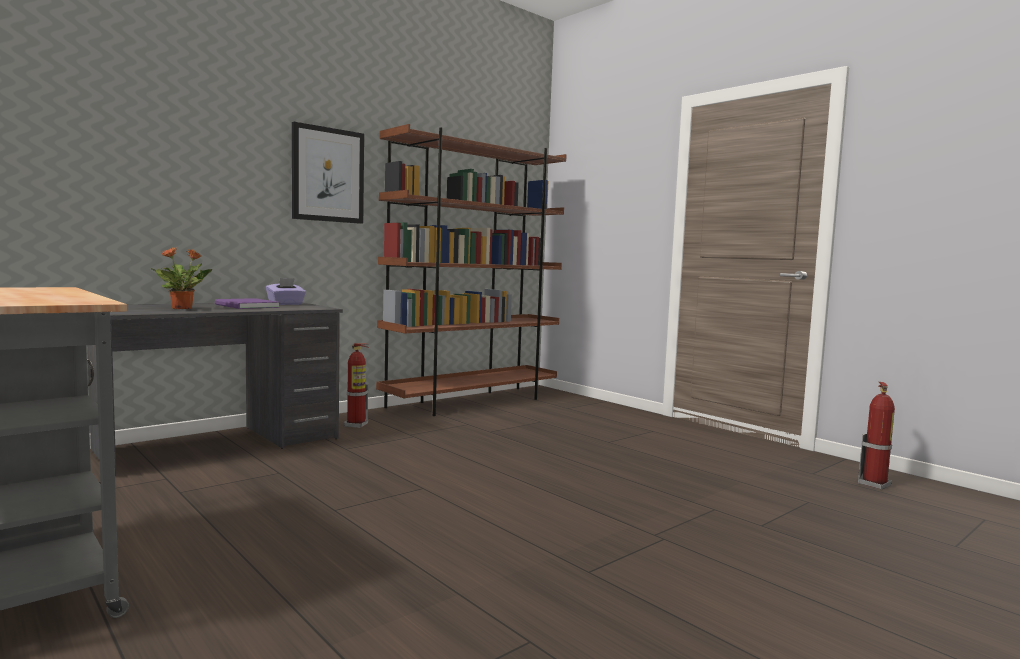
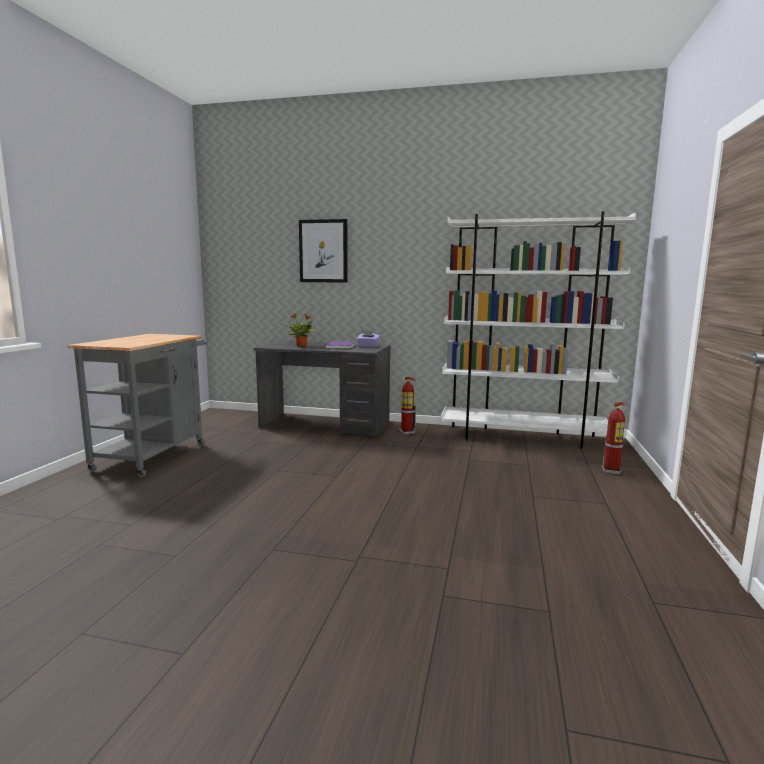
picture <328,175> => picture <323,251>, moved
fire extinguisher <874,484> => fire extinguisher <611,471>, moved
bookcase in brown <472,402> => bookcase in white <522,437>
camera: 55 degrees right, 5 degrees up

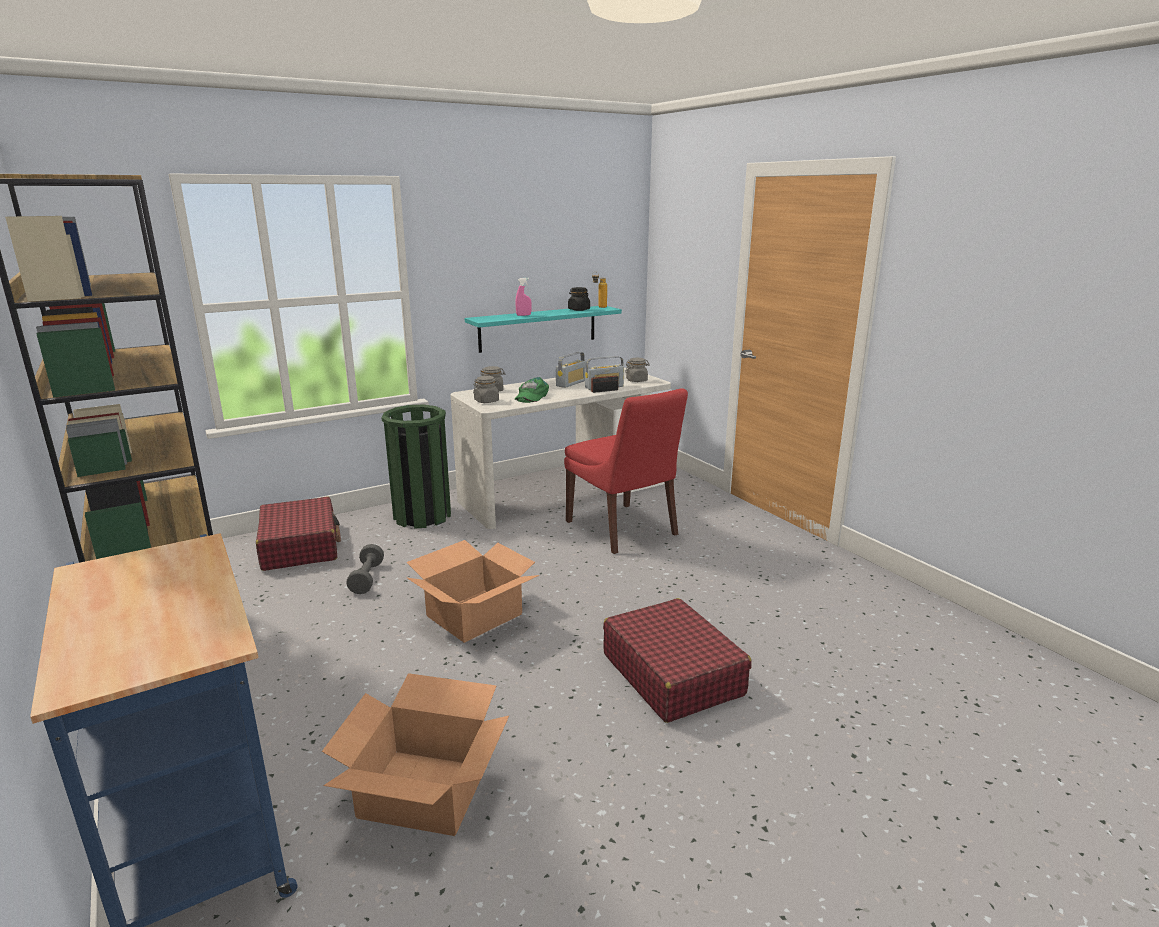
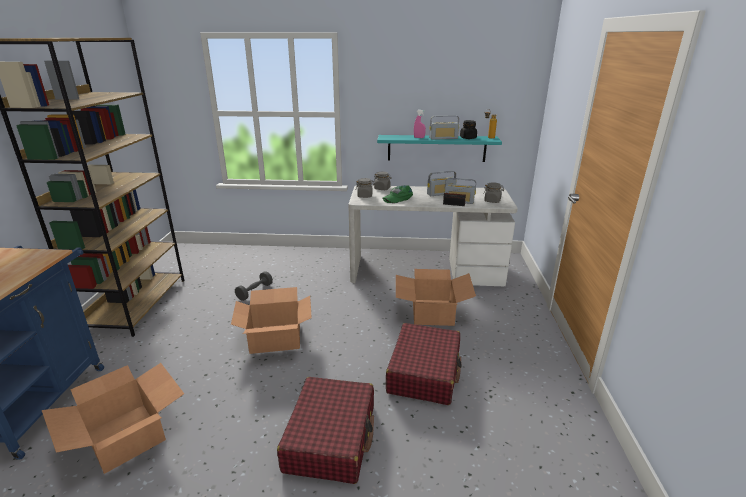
trash can in green <422,516> => nothing
nothing => radio <443,138>
suitcase in red <300,546> => suitcase in red <424,372>, moved
chair in red <623,529> => cardboard box <432,312>
camera: 35 degrees right, 5 degrees up

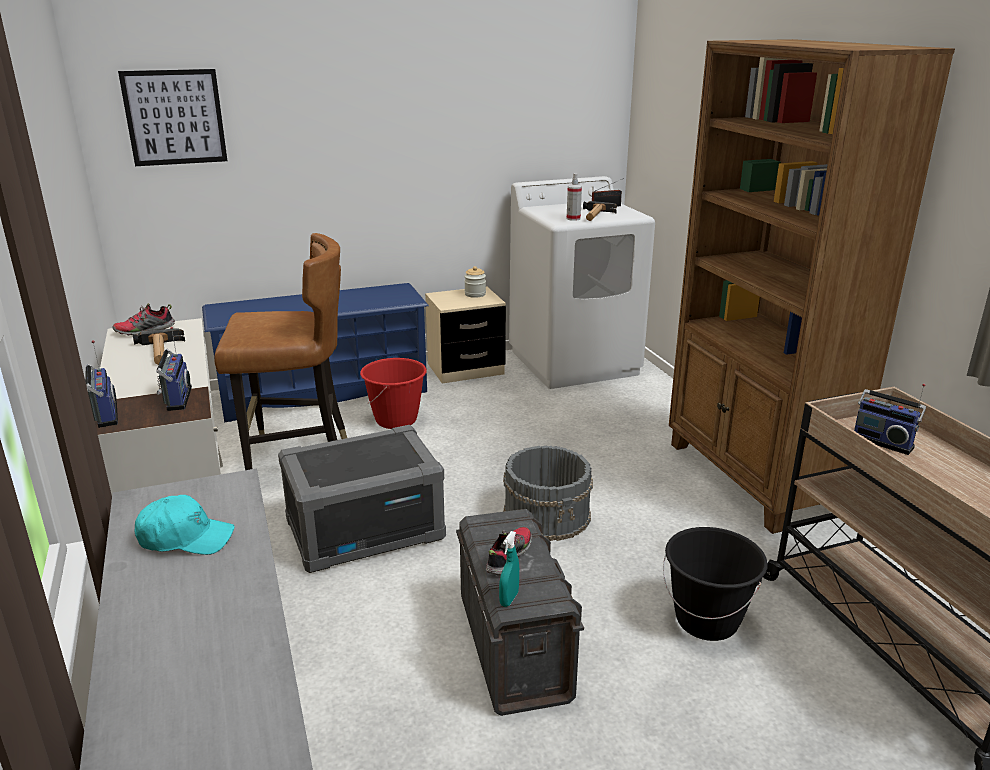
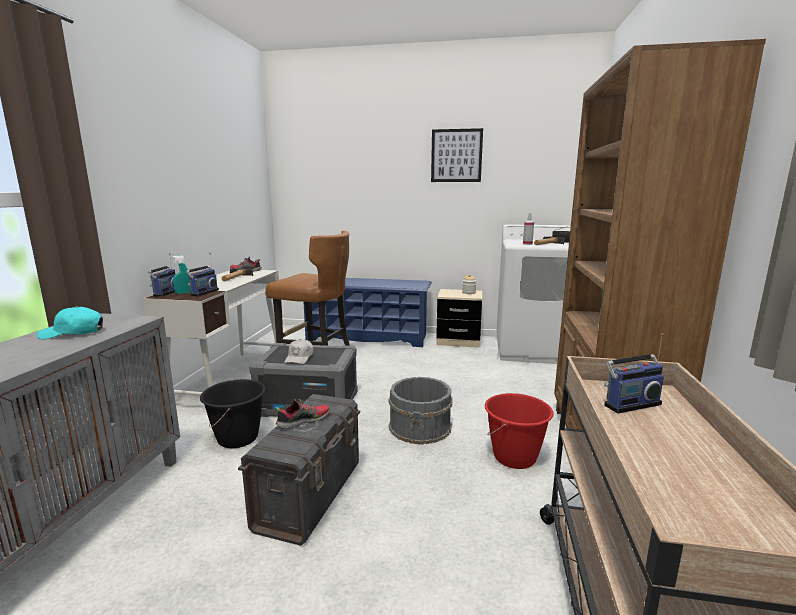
nothing => cap in white <299,358>
picture <174,117> => picture <456,155>, moved
bucket in red <396,420> => bucket in red <515,457>, moved
spray bottle in turquoise <509,599> => spray bottle in turquoise <183,293>, moved
bucket in black <707,621> => bucket in black <238,438>, moved
cap in turquoise <185,538> => cap in turquoise <73,333>, 135 degrees clockwise
radio <883,441> => radio <629,403>, 90 degrees counterclockwise
camera: 30 degrees right, 10 degrees down

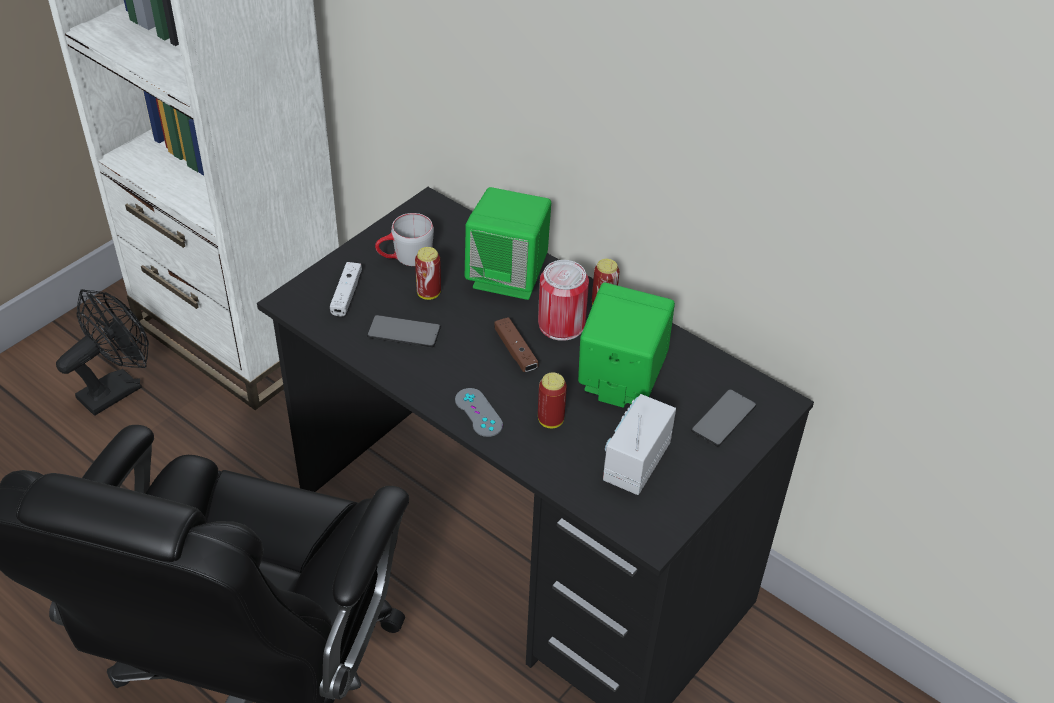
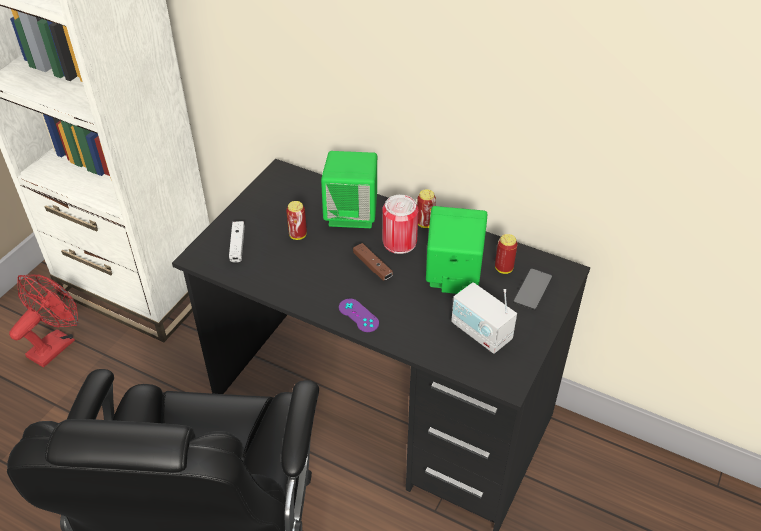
phone <404,332> => nothing
mug in grey <405,257> => nothing
can <550,420> => can <503,268>, moved
fan in black <118,388> => fan in red <56,344>
game controller in grey <478,412> => game controller in purple <358,315>
radio <635,463> => radio <481,332>, 60 degrees counterclockwise
camera: 10 degrees left, 0 degrees up

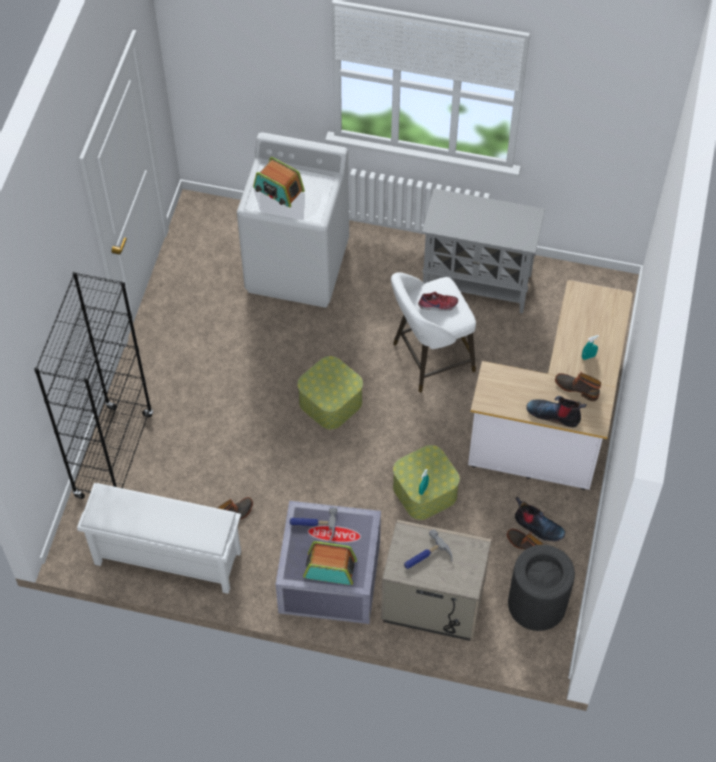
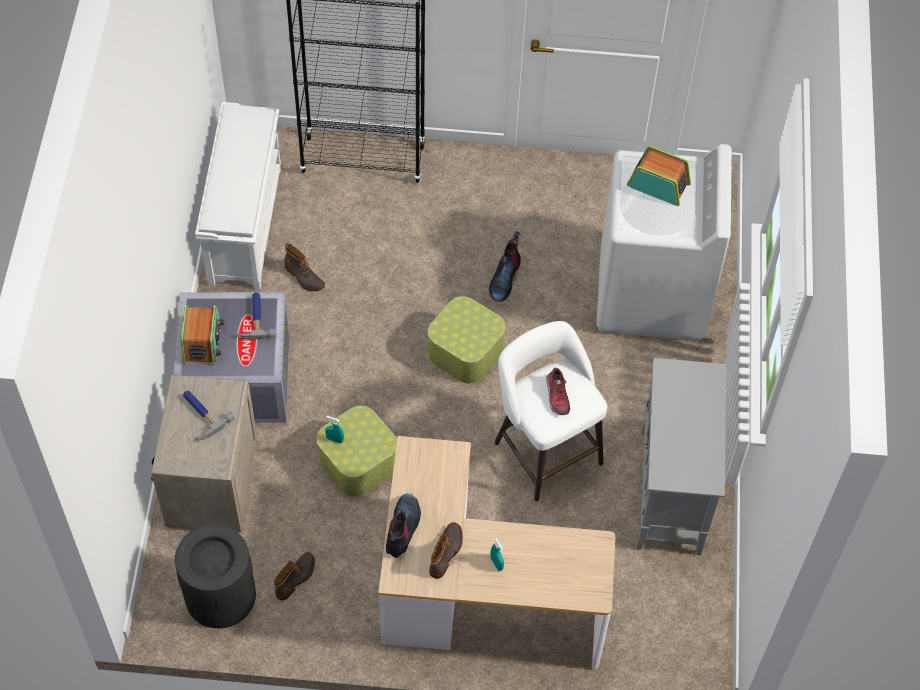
boot <537,527> => boot <504,278>, moved
radio <278,190> => radio <658,184>, 90 degrees clockwise
camera: 80 degrees right, 0 degrees up

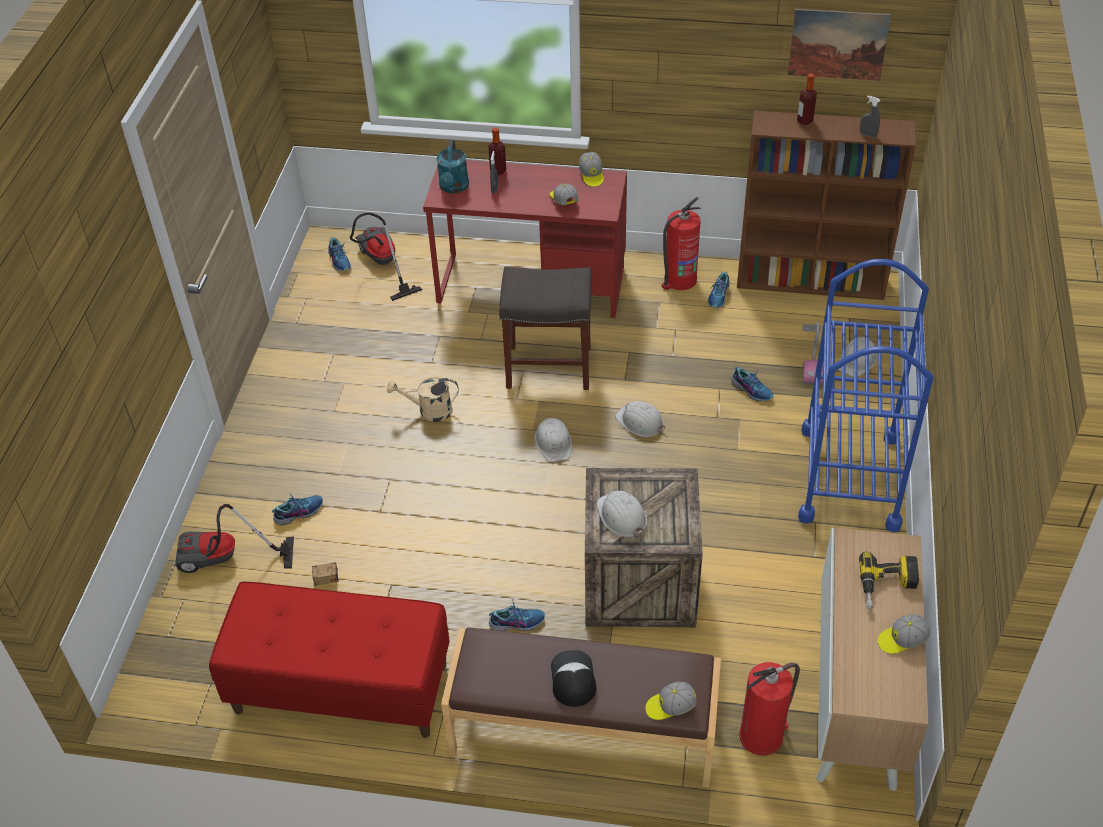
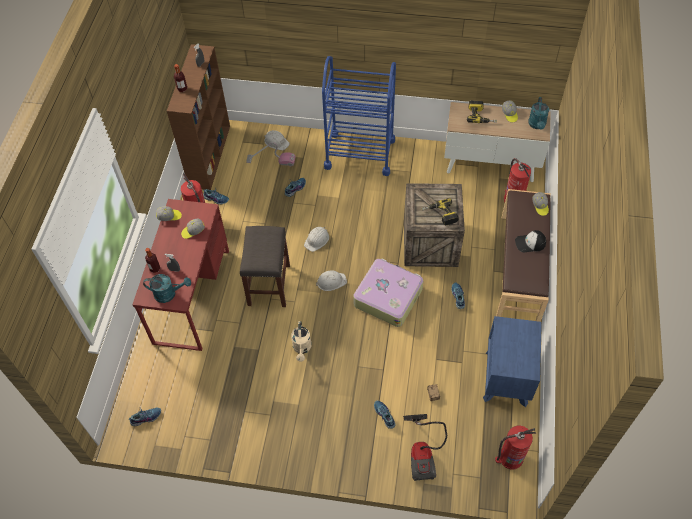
vacuum cleaner <381,264> => nothing
picture <838,44> => nothing
nothing => suitcase <388,296>
nothing => fire extinguisher <510,457>
nothing => watering can in turquoise <537,125>
bench in red <341,688> => nightstand in blue <506,378>
hard hat in white <621,516> => power drill <440,215>
camera: 90 degrees left, 10 degrees up

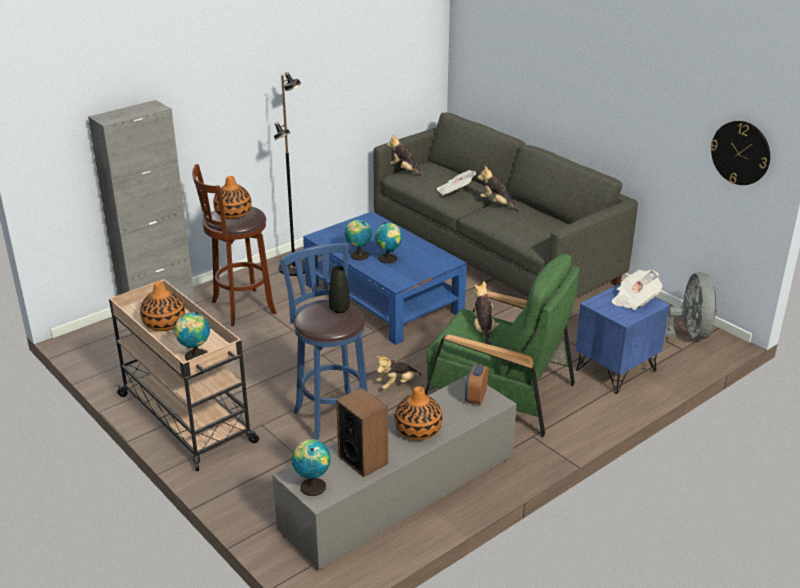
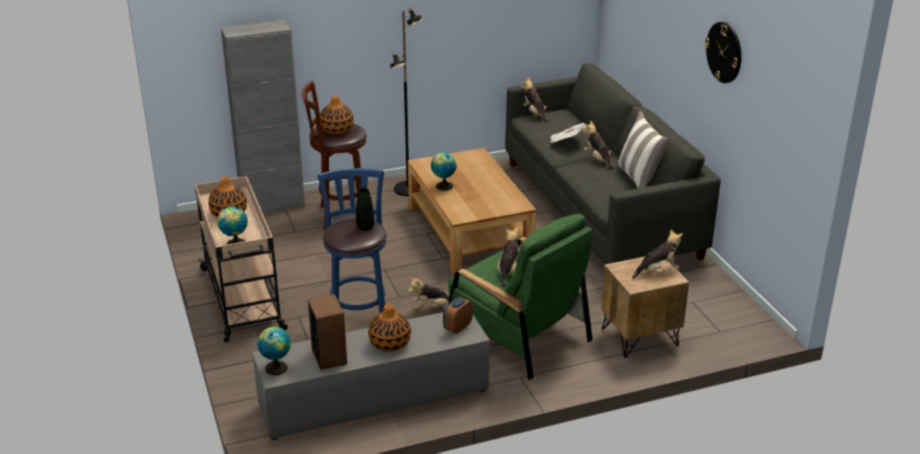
globe <389,259> => nothing
fan in grey <686,335> => nothing
nothing => pillow <638,179>
wall clock <740,152> => wall clock <724,52>, moved
newspaper <634,300> => plush toy <657,272>
coffee table in blue <383,299> => coffee table in brown <469,231>
nightstand in blue <616,371> => nightstand in brown <640,338>
camera: 20 degrees right, 0 degrees up

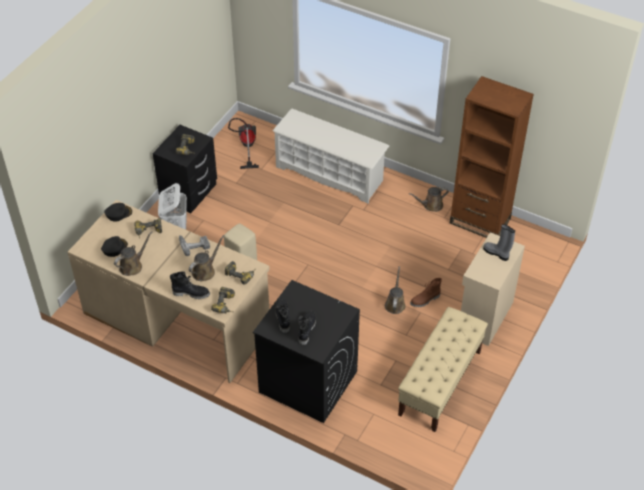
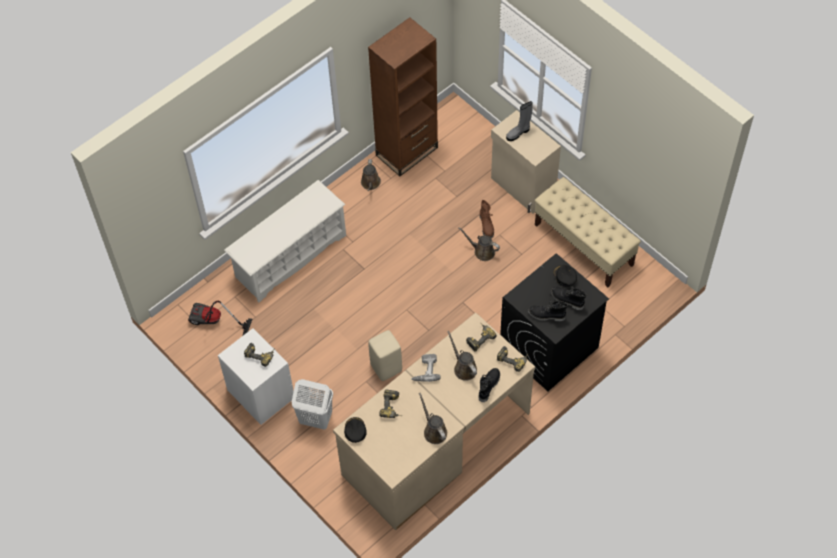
cap in black <114,248> => cap in black <564,276>, moved
nightstand in black <189,192> => nightstand in white <261,393>
camera: 70 degrees left, 10 degrees up

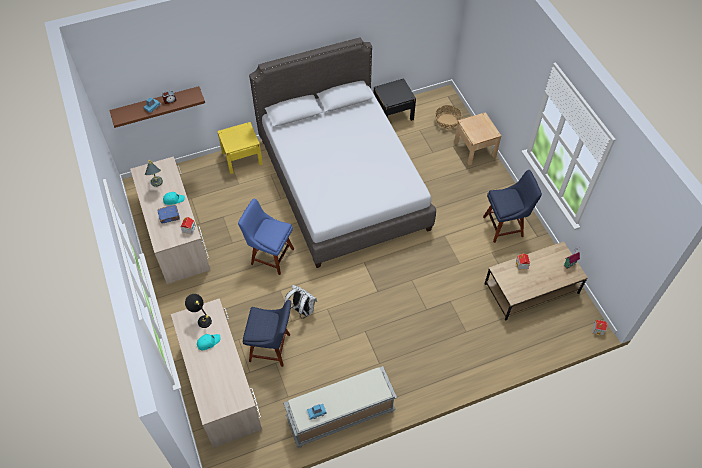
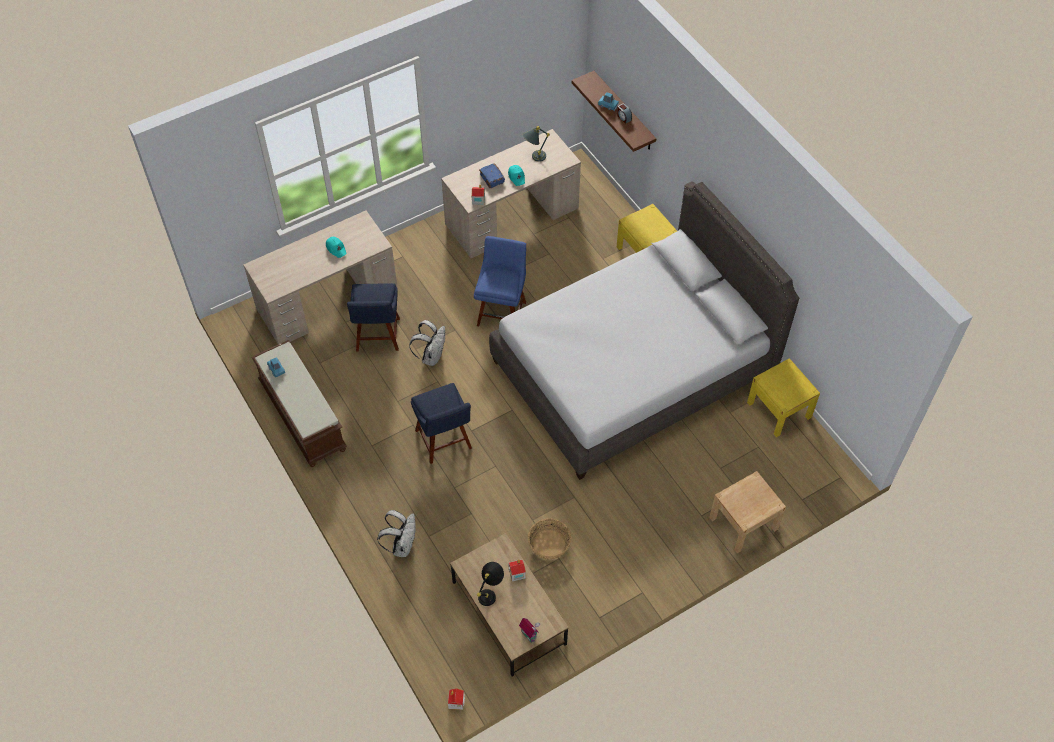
nothing => backpack in white <402,545>
table lamp in black <201,318> => table lamp in black <491,592>, moved
basket <447,121> => basket <549,545>, moved
chair in blue <505,226> => chair in blue <444,441>, moved
bench in grey <340,415> => bench in brown <301,416>
nightstand in black <393,114> => nightstand in yellow <779,410>
camera: 80 degrees right, 0 degrees up

